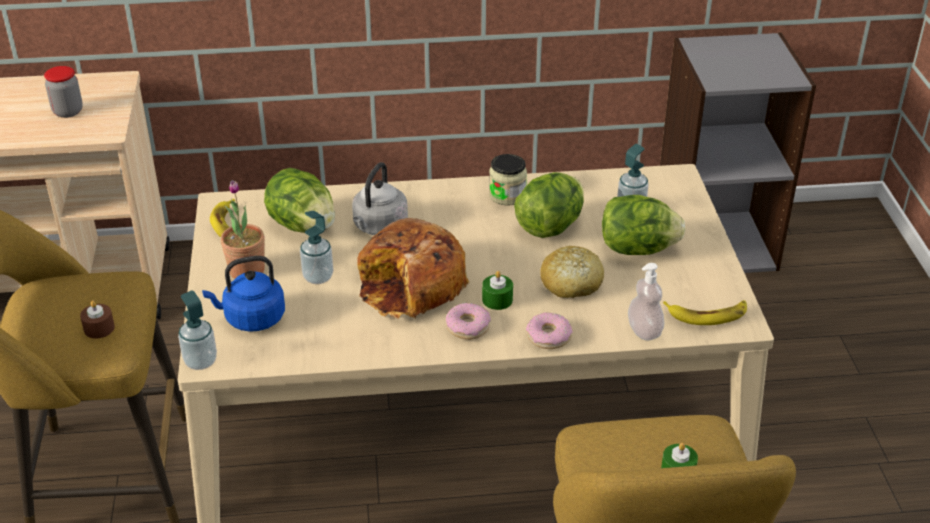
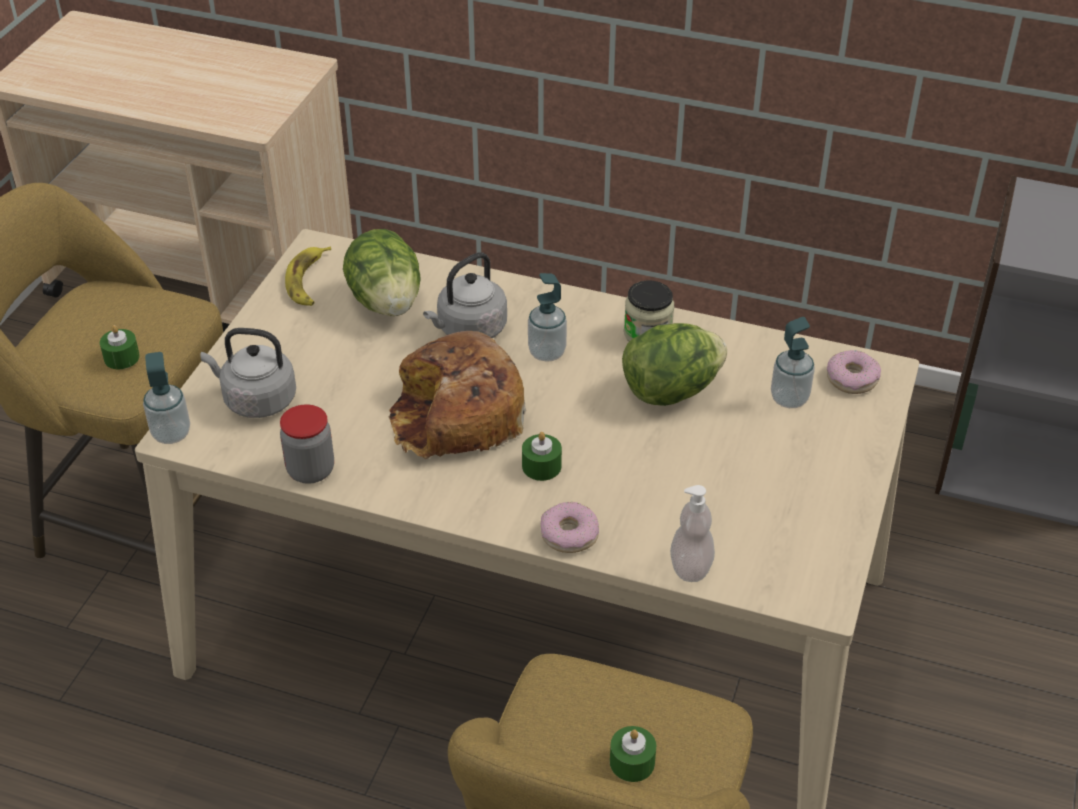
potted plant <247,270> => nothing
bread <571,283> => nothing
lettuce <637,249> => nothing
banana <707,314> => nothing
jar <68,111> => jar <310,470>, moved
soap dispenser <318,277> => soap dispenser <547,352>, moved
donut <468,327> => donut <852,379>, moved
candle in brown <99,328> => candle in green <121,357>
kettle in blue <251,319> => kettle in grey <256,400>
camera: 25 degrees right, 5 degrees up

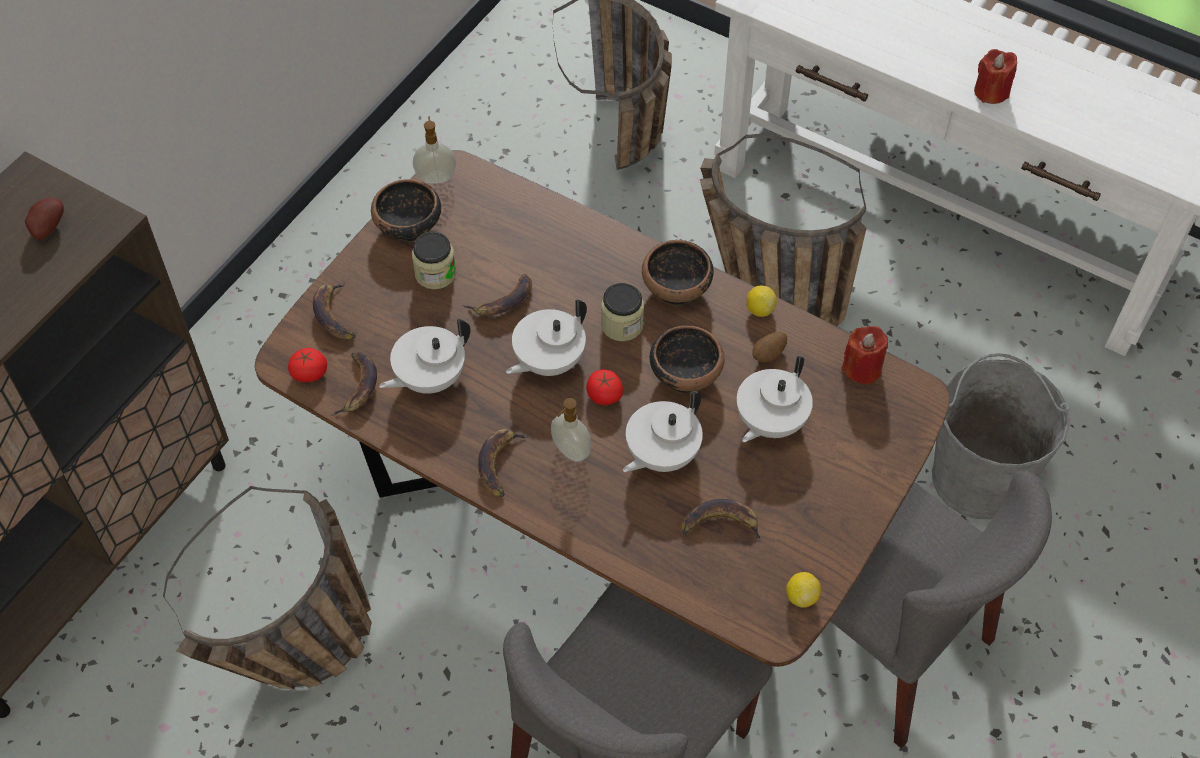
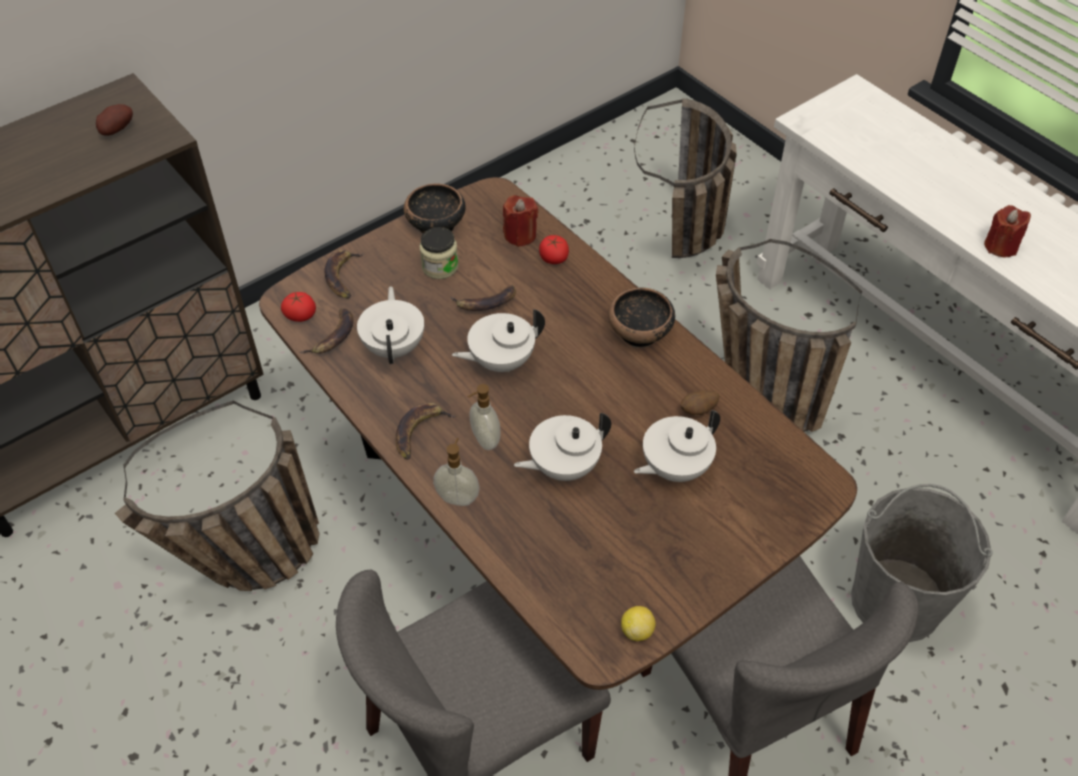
jar <622,325> => nothing
bowl <685,373> => nothing
banana <721,524> => nothing
lemon <759,309> => nothing
soap dispenser <436,177> => soap dispenser <458,497>, moved
tomato <604,395> => tomato <553,258>, moved
candle in red <862,368> => candle in red <520,235>, moved
teapot in white <429,378> => teapot in white <394,346>, 105 degrees clockwise
camera: 20 degrees right, 5 degrees down

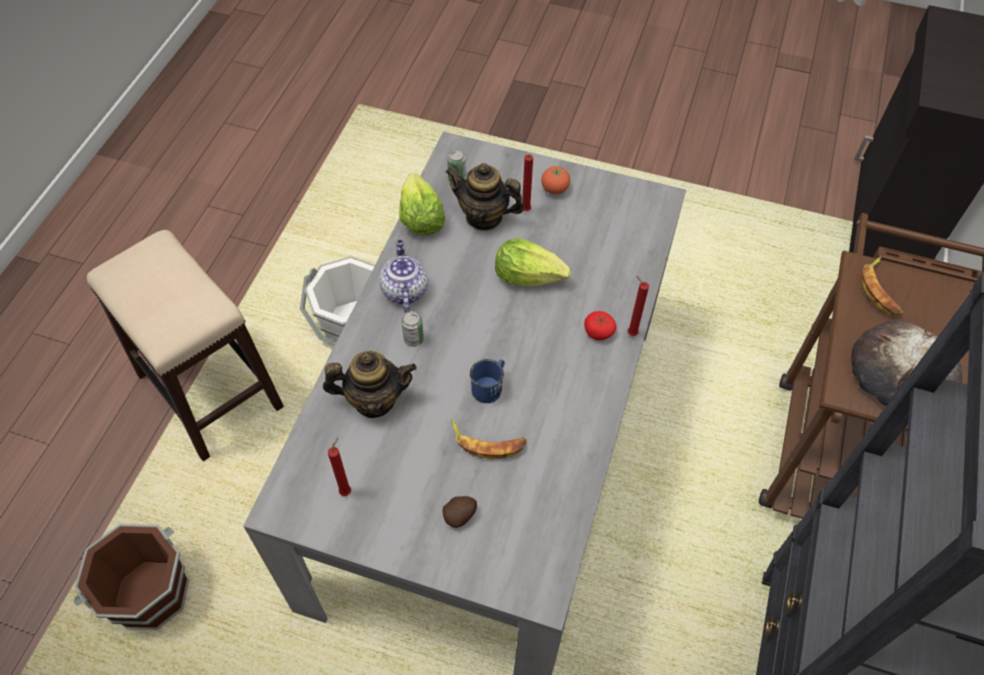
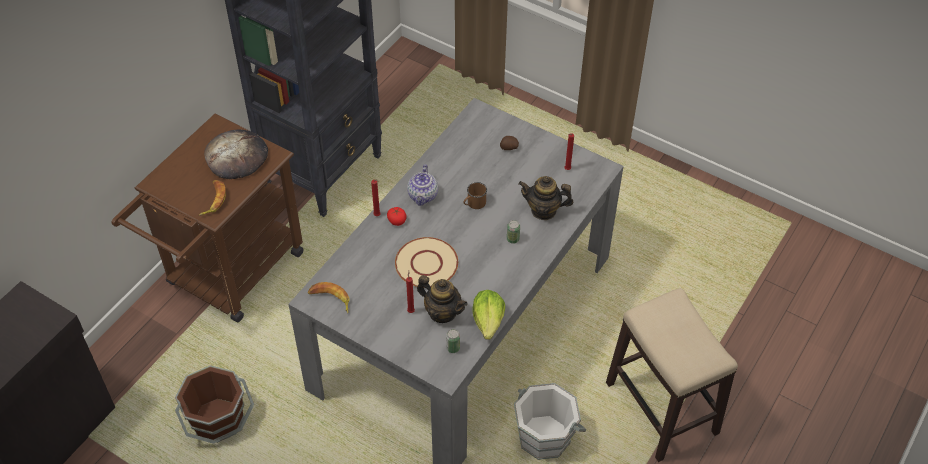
tomato <554,189> => nothing
bucket in brown <149,593> => bucket in brown <218,420>, moved
teapot <404,290> => teapot <423,196>, moved
banana <487,442> => banana <330,299>, moved
lettuce <528,275> => plate in beige <426,264>
mug in blue <490,386> => mug in brown <474,204>
camera: 165 degrees left, 5 degrees down

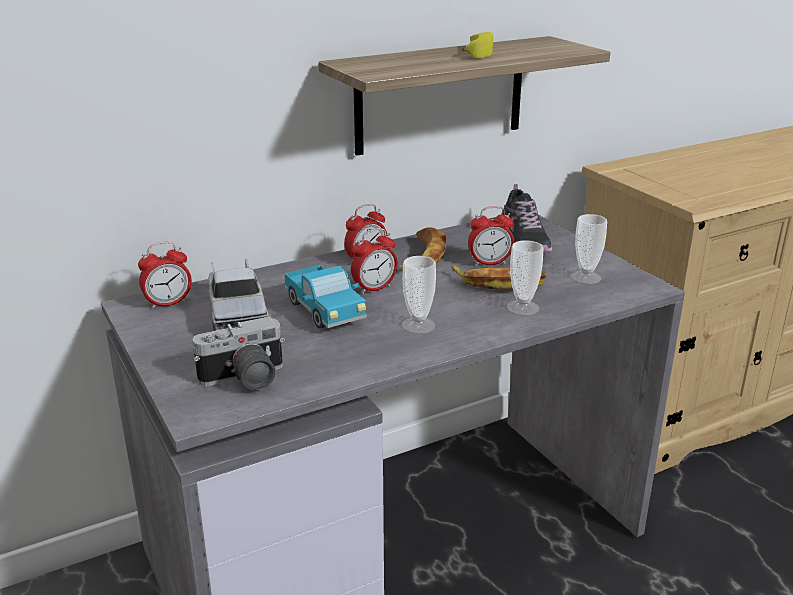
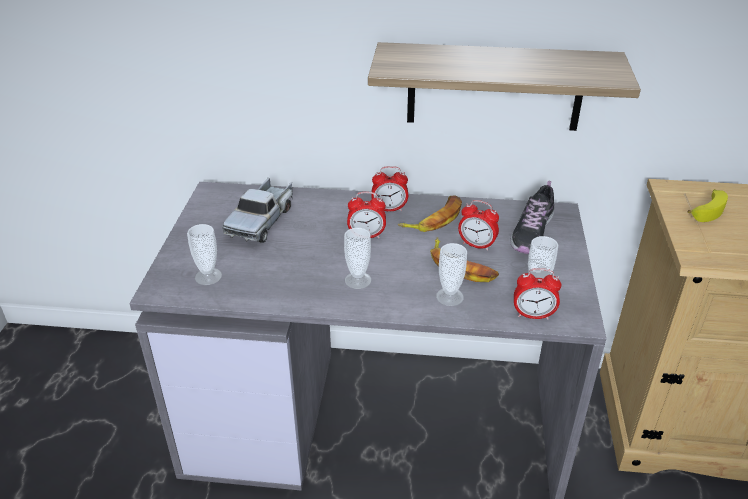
toy truck <325,312> => nothing
alarm clock <168,303> => alarm clock <533,315>, moved
banana <475,52> => banana <707,209>, moved
photo camera <245,380> => cup <208,276>
camera: 35 degrees right, 10 degrees up

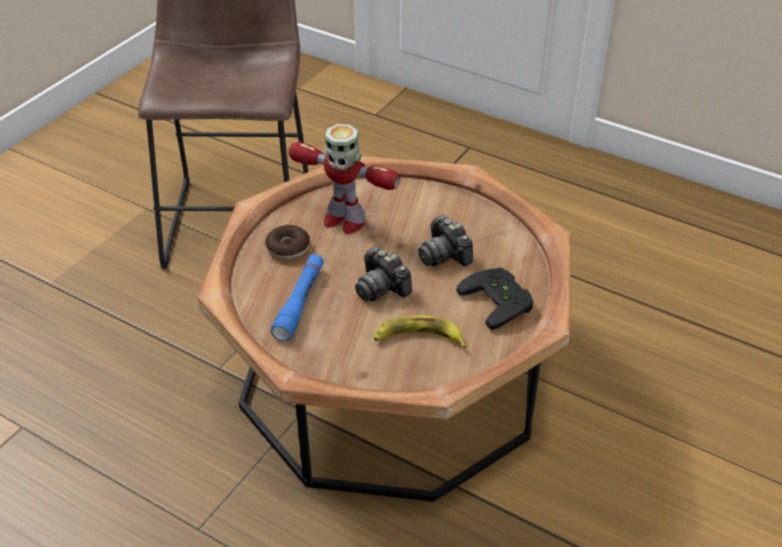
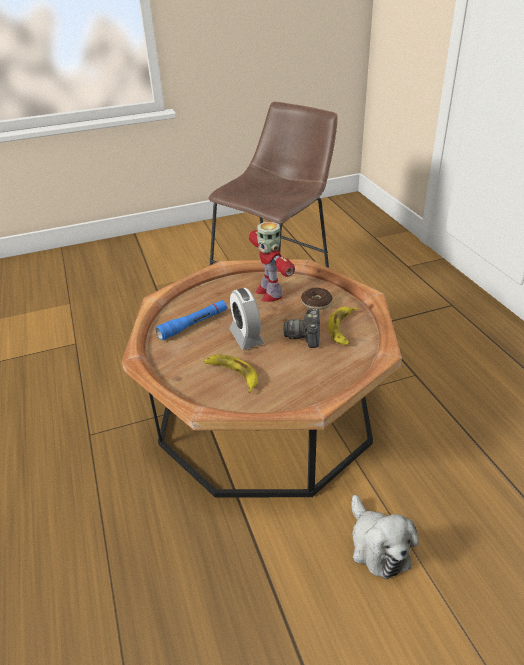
game controller in black <500,300> => nothing
nothing => banana <343,328>
nothing => plush toy <377,545>
donut <288,248> => donut <316,303>, moved
photo camera <381,287> => alarm clock <246,337>
camera: 40 degrees right, 5 degrees down

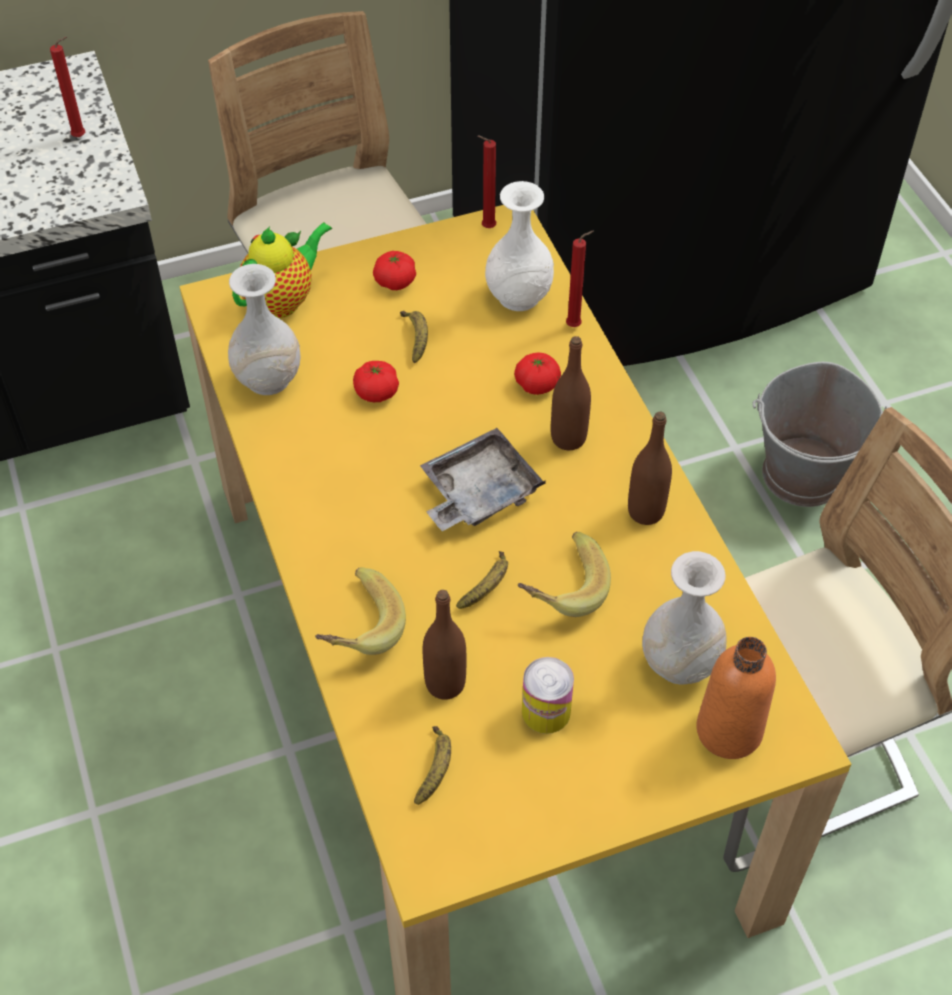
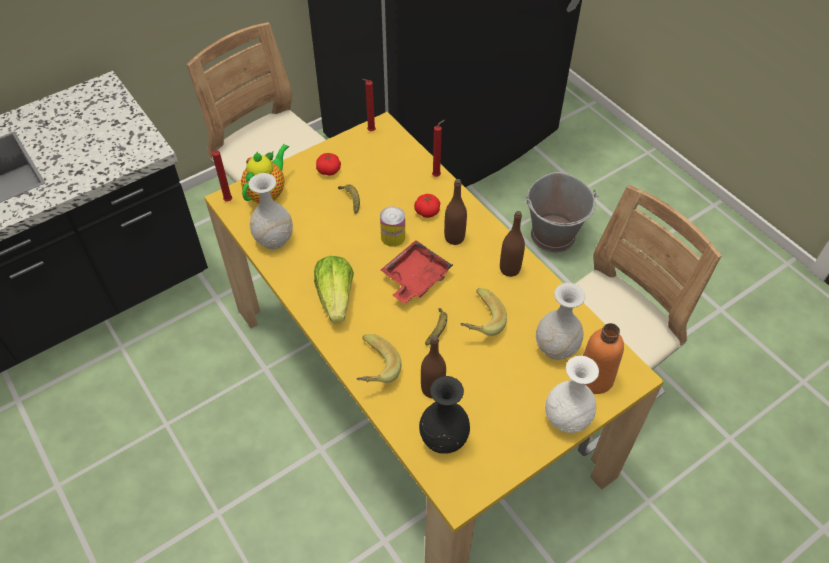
tomato <376,392> => nothing
nothing => lettuce <336,298>
candle in red <81,137> => candle in red <230,200>, moved
vase in white <519,297> => vase in white <567,419>, moved
can <546,711> => can <393,237>, moved
banana <435,768> => vase in black <443,438>
tray in grey <478,492> => tray in red <415,278>
camera: 15 degrees left, 0 degrees up

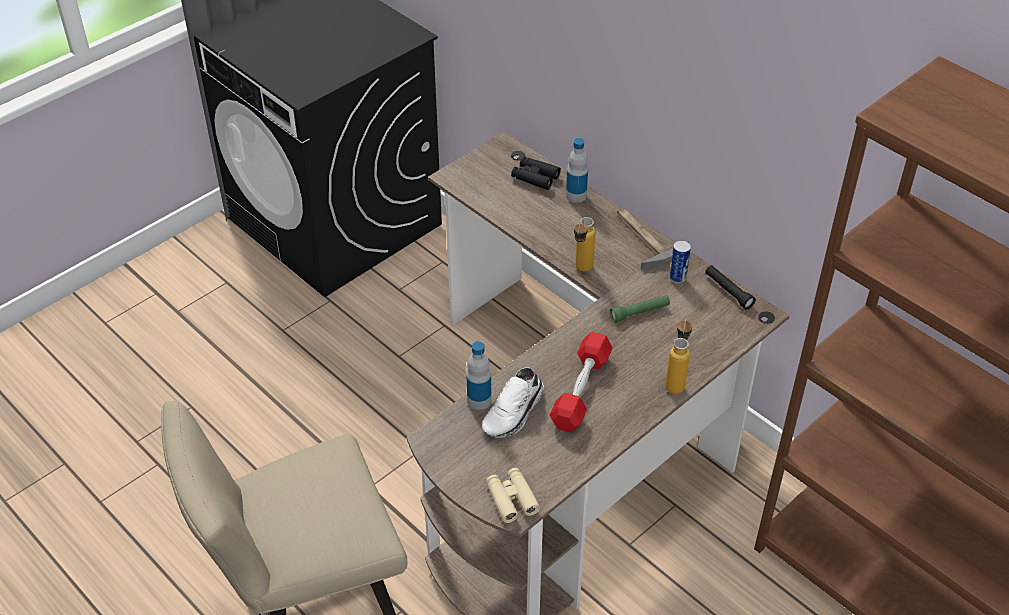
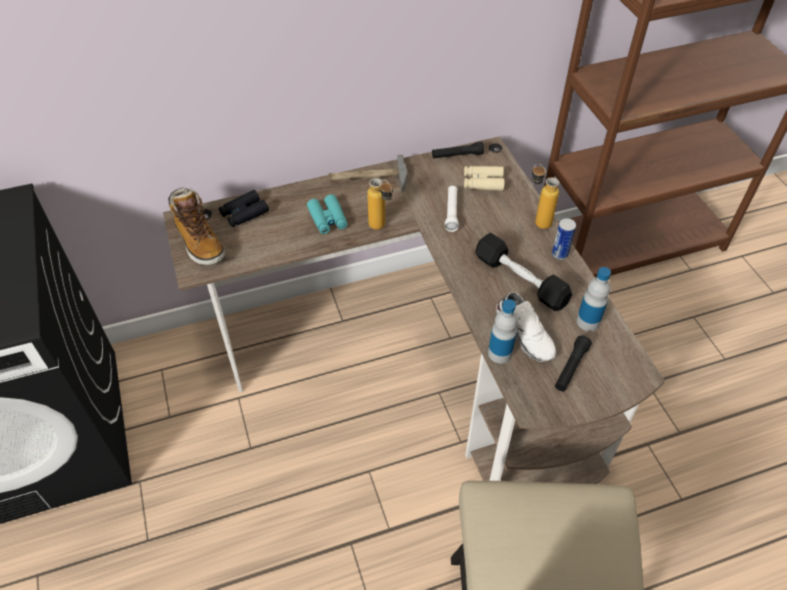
nothing => boot <199,242>
nothing => binoculars in turquoise <328,219>
nothing => flashlight in black <571,368>
binoculars in beige <511,499> => binoculars in beige <483,182>, moved
bottle <576,195> => bottle <588,321>, moved
can <677,278> => can <559,254>, moved
dumbbell in red <581,390> => dumbbell in black <520,280>
flashlight in green <639,313> => flashlight in white <451,212>
camera: 65 degrees left, 5 degrees up

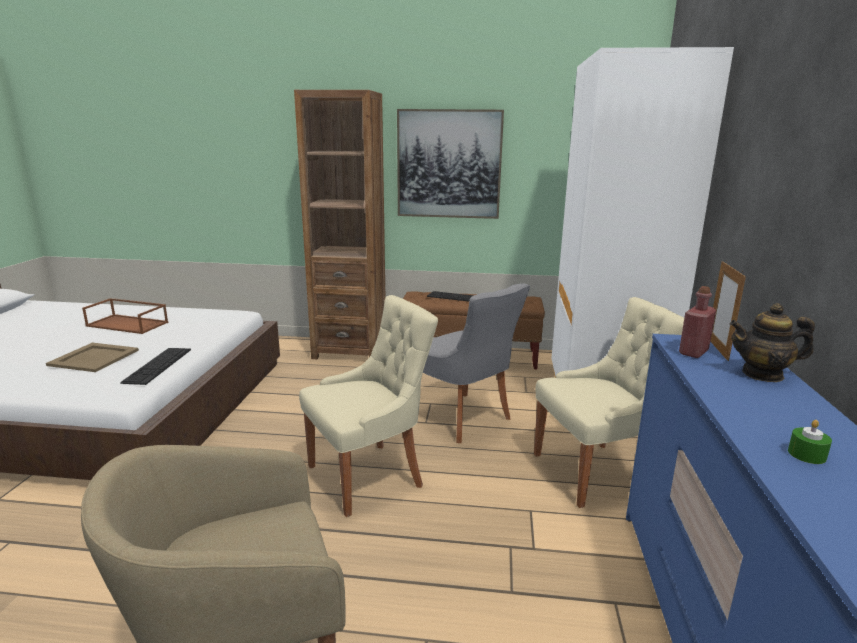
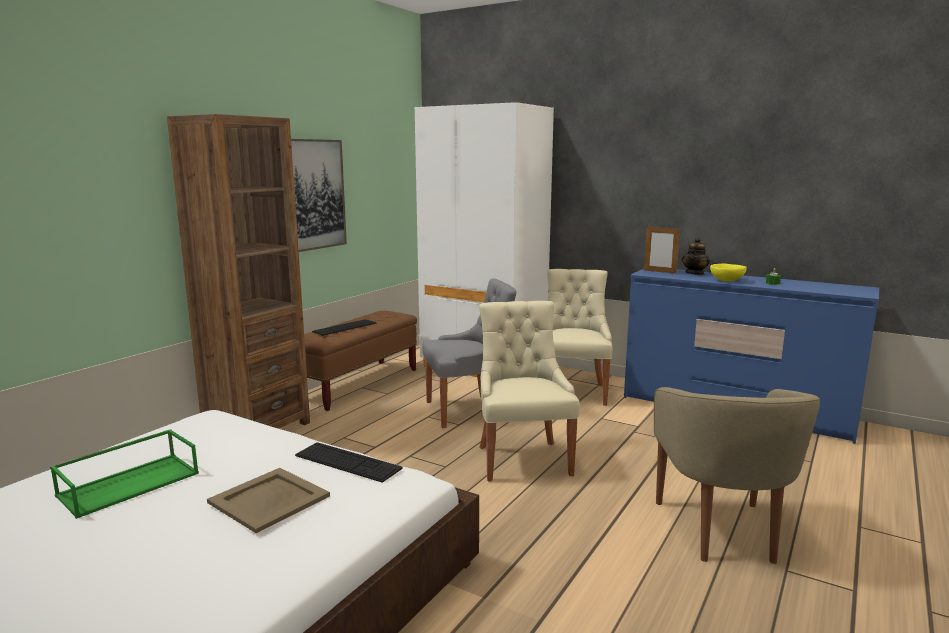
bottle in red <693,352> => nothing
nothing => bowl in yellow <727,280>
tray in brown <128,324> => tray in green <130,483>
camera: 65 degrees left, 5 degrees down

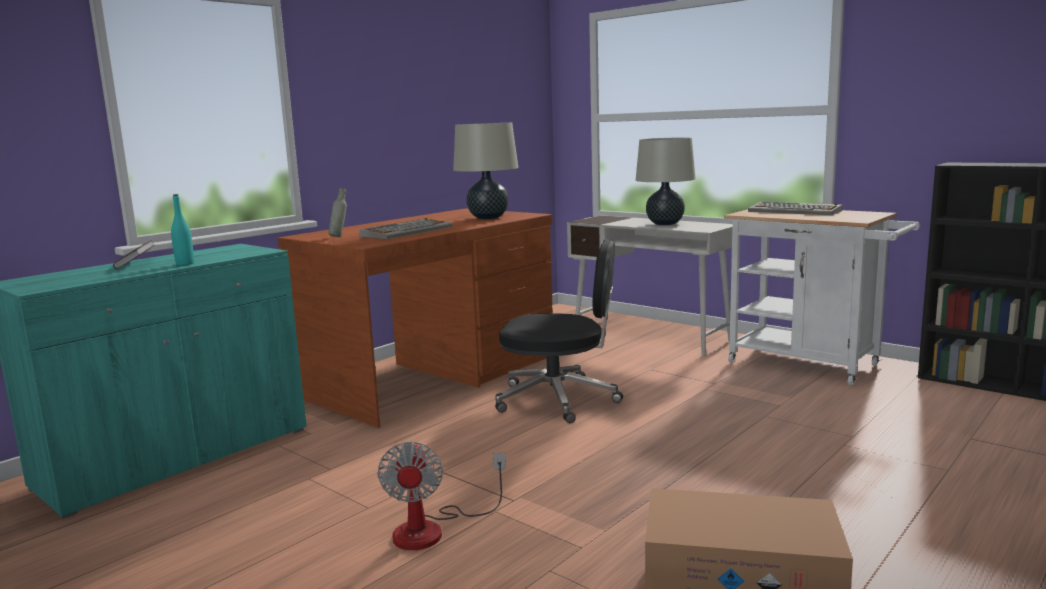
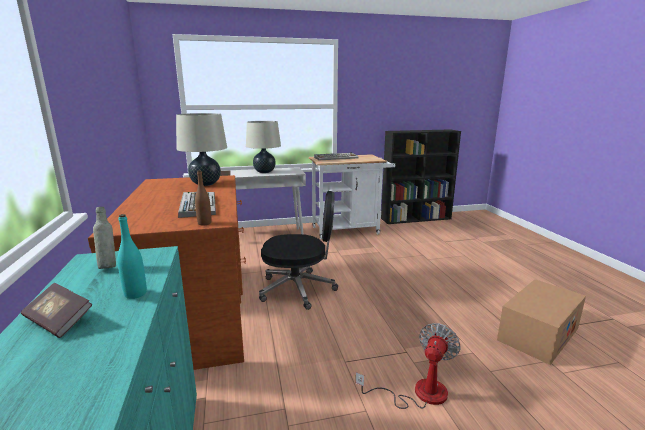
nothing => bottle in brown <204,223>
bottle in grey <339,236> => bottle in grey <108,266>, moved
fan <433,529> => fan <418,393>, 90 degrees counterclockwise
office chair in black <559,399> => office chair in black <299,289>, 45 degrees clockwise
camera: 55 degrees left, 5 degrees up

